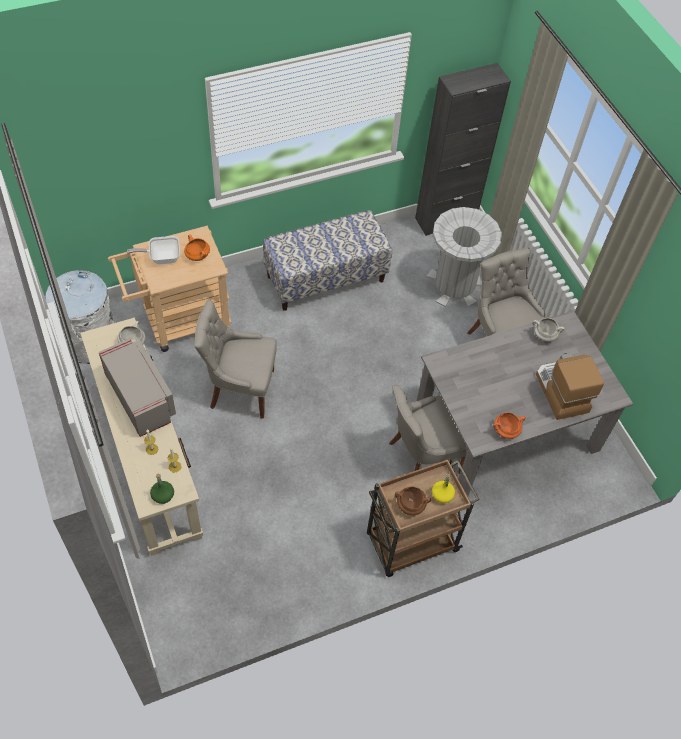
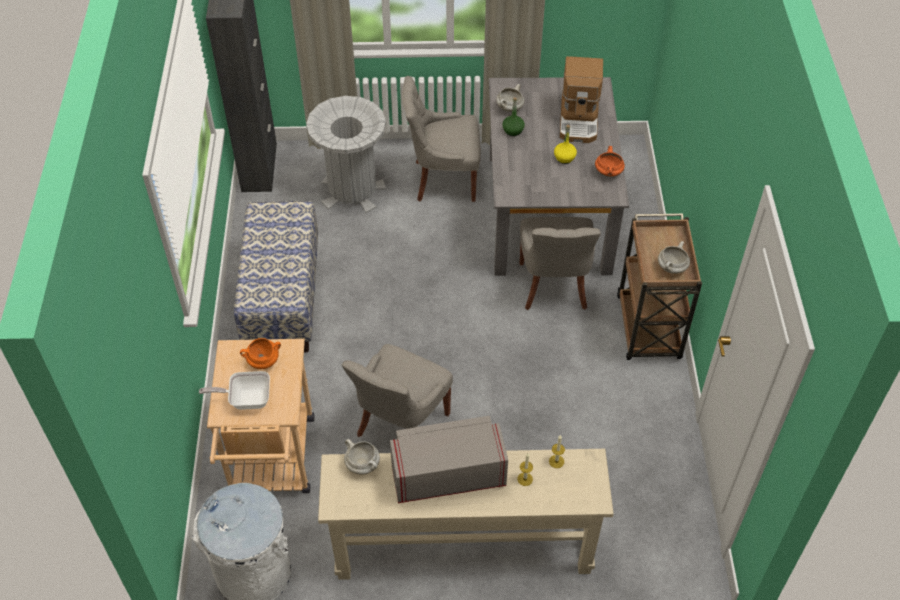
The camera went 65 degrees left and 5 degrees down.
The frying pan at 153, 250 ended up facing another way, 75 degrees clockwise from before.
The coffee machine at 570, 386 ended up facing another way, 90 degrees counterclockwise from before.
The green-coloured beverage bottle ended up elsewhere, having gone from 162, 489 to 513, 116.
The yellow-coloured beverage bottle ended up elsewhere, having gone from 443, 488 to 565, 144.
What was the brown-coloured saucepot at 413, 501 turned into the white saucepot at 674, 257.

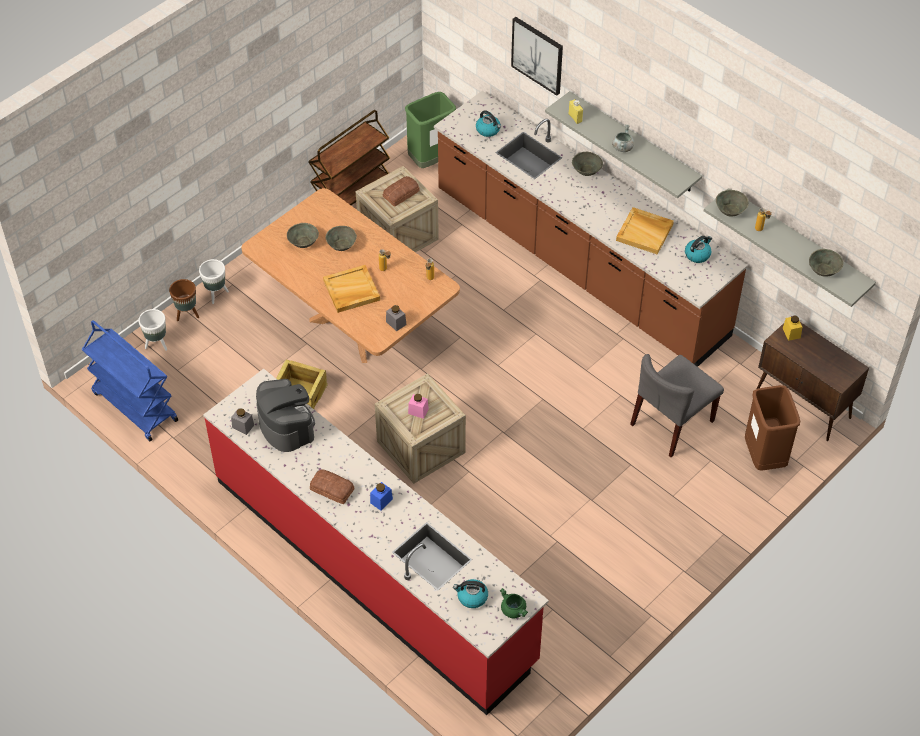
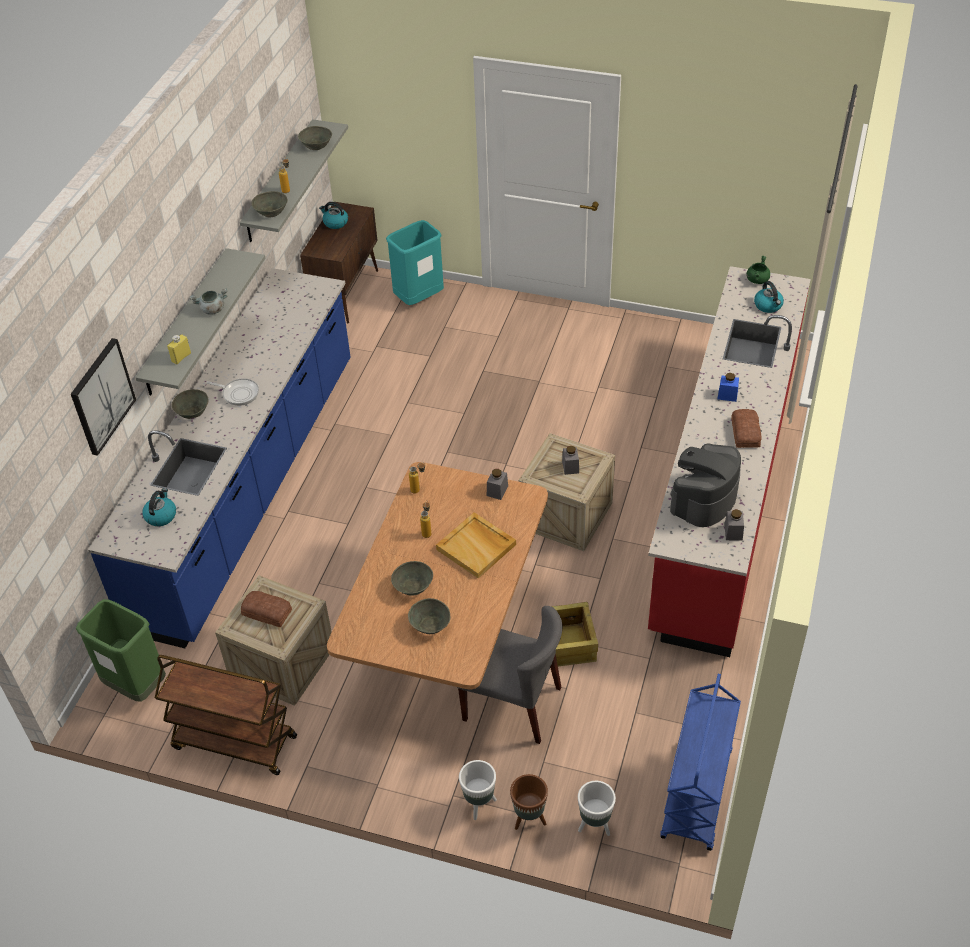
The camera went 115 degrees left and 5 degrees down.
What was the brown-coloured counter at 591, 229 turned into the blue-coloured counter at 219, 458.
The second view lost the beige-coloured carrying tray at 645, 231.
The kettle ended up elsewhere, having gone from 698, 249 to 333, 215.
The second view lost the yellow-coloured preserve jar at 792, 328.
The greyish upright chair ended up elsewhere, having gone from 677, 405 to 509, 675.
What was the brown-coloured rubbish bin at 772, 428 turned into the turquoise-coloured rubbish bin at 415, 262.
What was the pinkish preserve jar at 418, 406 turned into the greyish preserve jar at 570, 460.
The second view gained the frying pan at 232, 392.

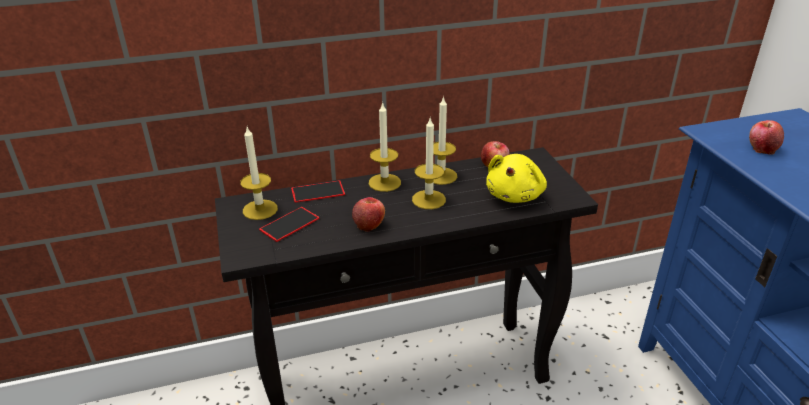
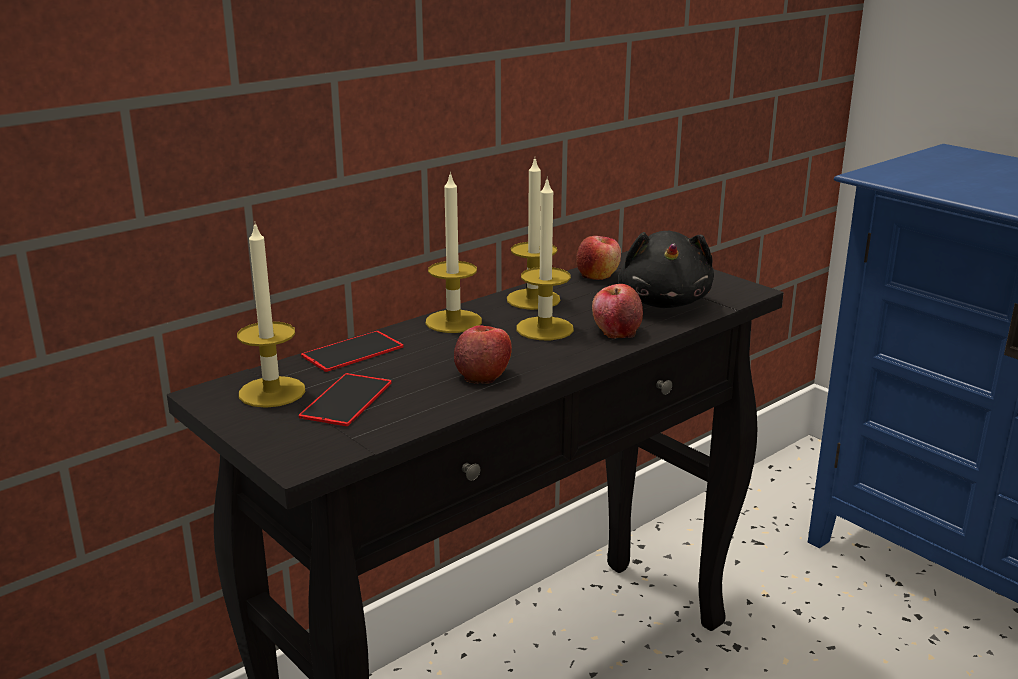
The camera went 25 degrees left and 10 degrees down.
The whole apple ended up elsewhere, having gone from 766, 137 to 617, 311.
What was the yellow-coloured cuddly toy at 516, 178 turned into the blackish cuddly toy at 666, 269.

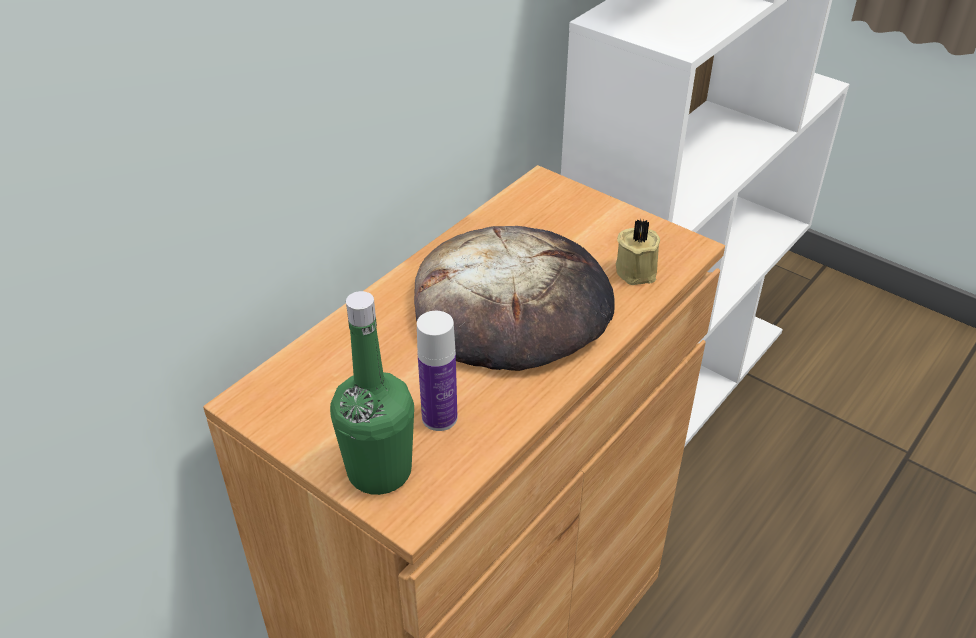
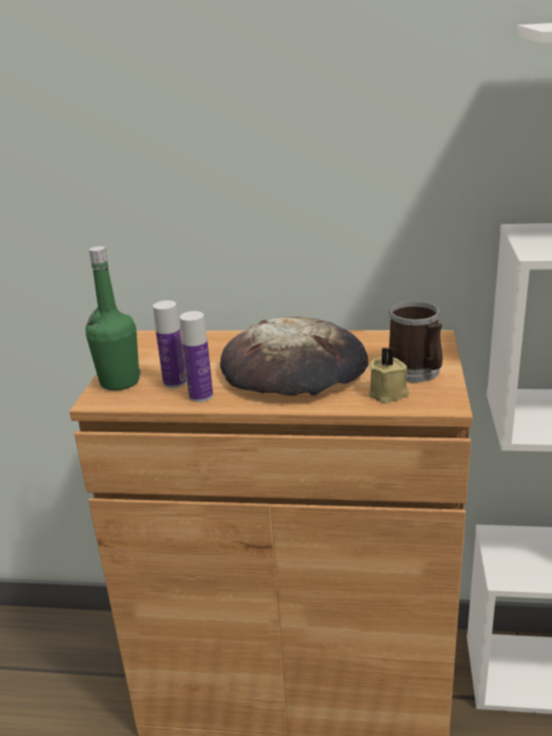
The camera went 60 degrees right and 15 degrees down.
The second view gained the mug at 416, 342.
The second view gained the beverage bottle at 196, 356.

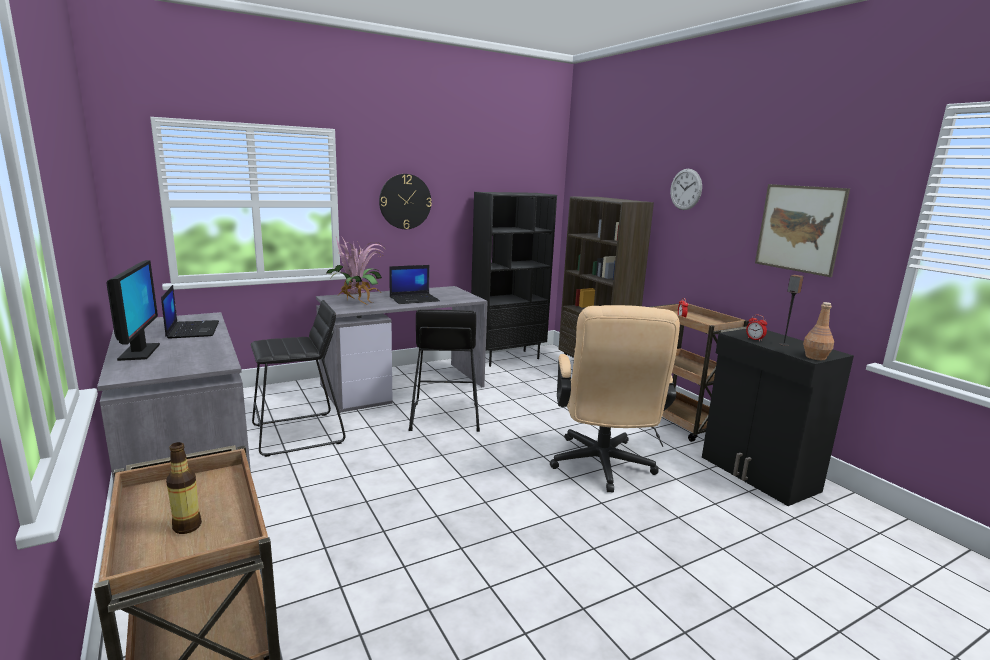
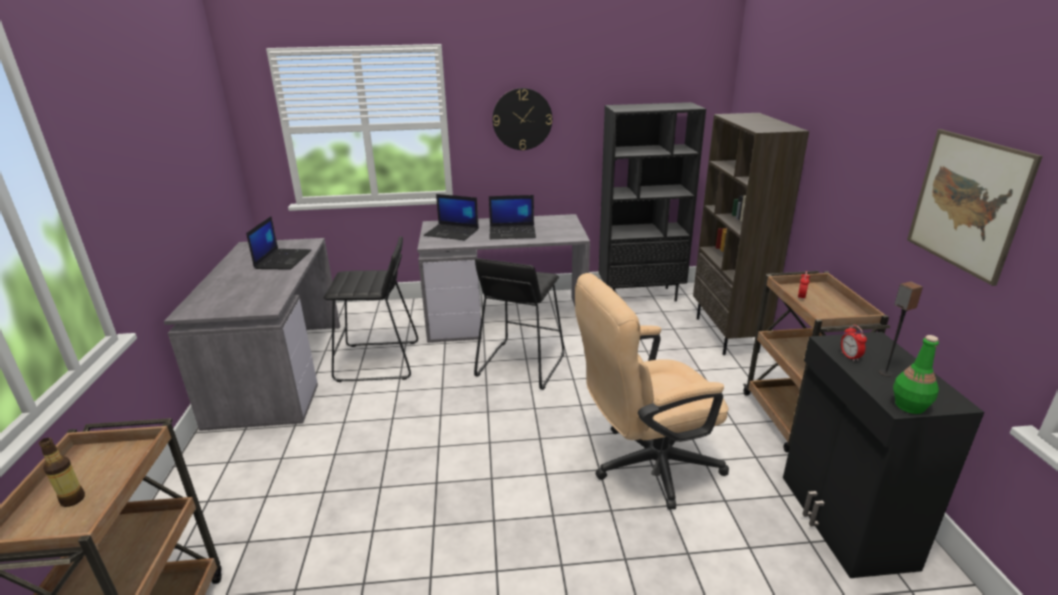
The camera went 25 degrees right and 10 degrees up.
The second view lost the wall clock at 686, 189.
Where the potted plant stood at 356, 272, the laptop came to stand at 451, 217.
The second view lost the computer screen at 133, 310.
What was the brown-coloured beverage bottle at 818, 331 turned into the green-coloured beverage bottle at 916, 374.
The beige-coloured office chair at 615, 399 ended up facing another way, 45 degrees clockwise from before.

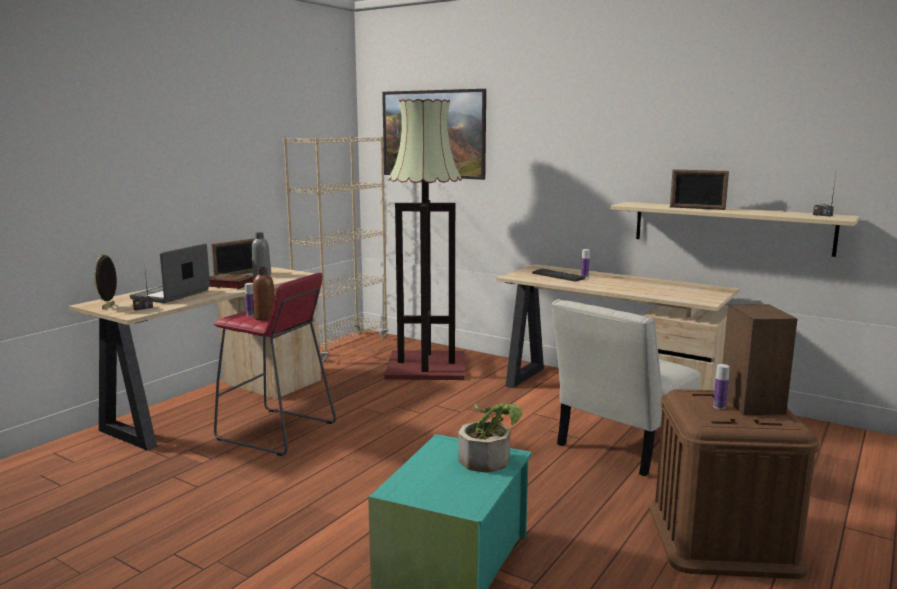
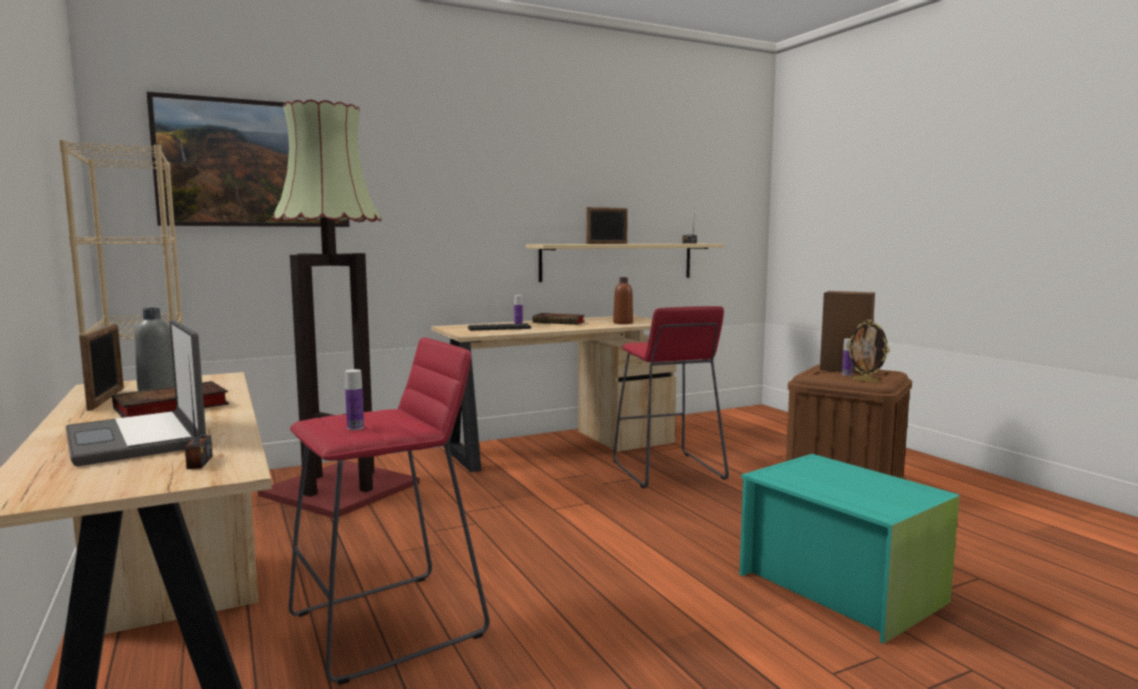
The camera went 60 degrees left and 5 degrees down.
The picture frame ended up elsewhere, having gone from 105, 281 to 868, 351.
The brown-coloured beverage bottle ended up elsewhere, having gone from 264, 294 to 623, 300.
Where the white upright chair stood at 626, 387, the red-coloured sitting stool came to stand at 671, 397.
The second view lost the potted plant at 490, 438.
The second view gained the volume at 559, 319.

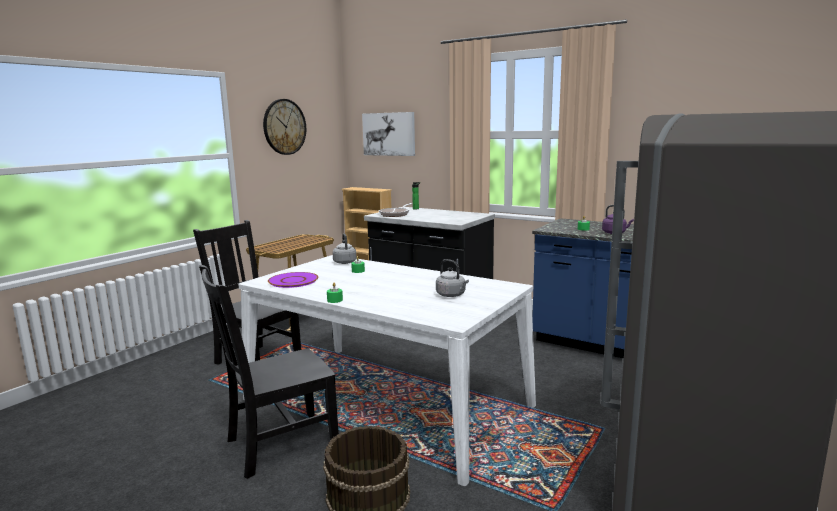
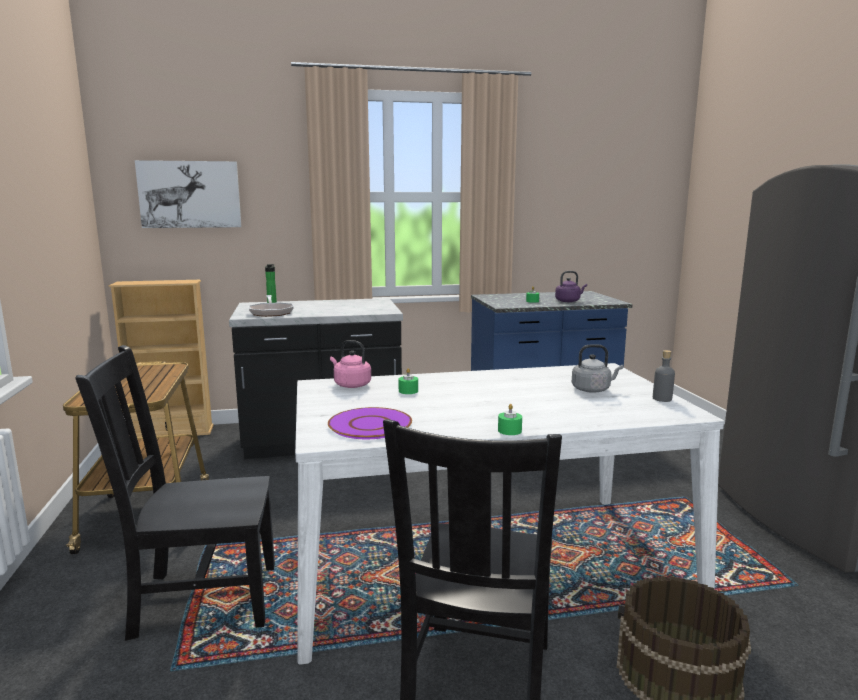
The camera went 45 degrees left and 0 degrees up.
The second view lost the wall clock at 284, 127.
What was the greyish kettle at 344, 248 turned into the pinkish kettle at 350, 364.
The second view gained the greyish beverage bottle at 664, 376.

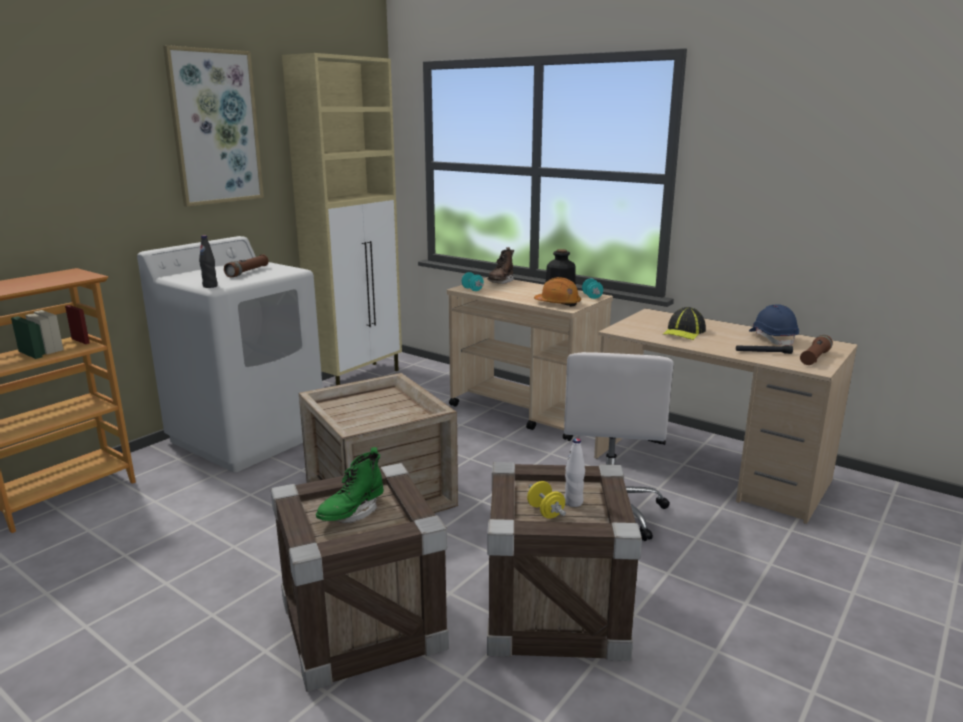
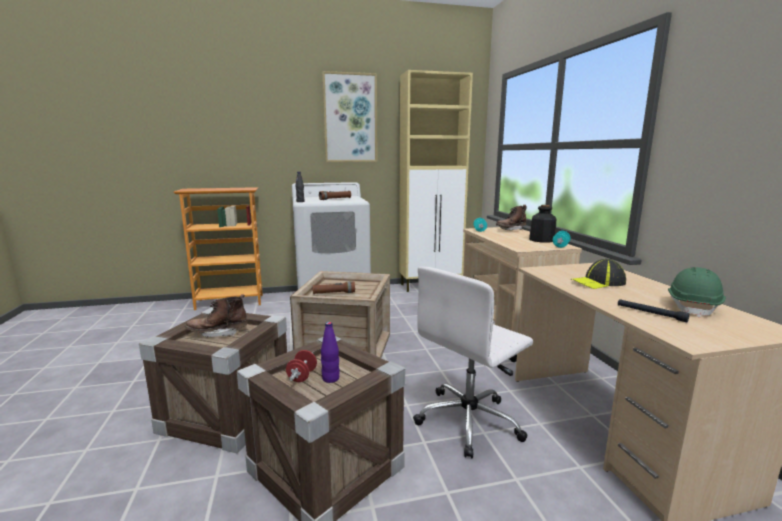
The camera went 40 degrees right and 5 degrees down.
The second view lost the orangey hard hat at 557, 292.
What was the blue-coloured hard hat at 774, 325 turned into the green-coloured hard hat at 697, 292.
The brown-coloured flashlight ended up elsewhere, having gone from 816, 350 to 334, 287.
What was the white beverage bottle at 574, 472 turned into the purple-coloured beverage bottle at 330, 352.
What was the green-coloured tall boot at 350, 485 turned into the brown-coloured tall boot at 216, 315.
What was the yellow-coloured hand weight at 546, 500 turned into the red-coloured hand weight at 301, 366.

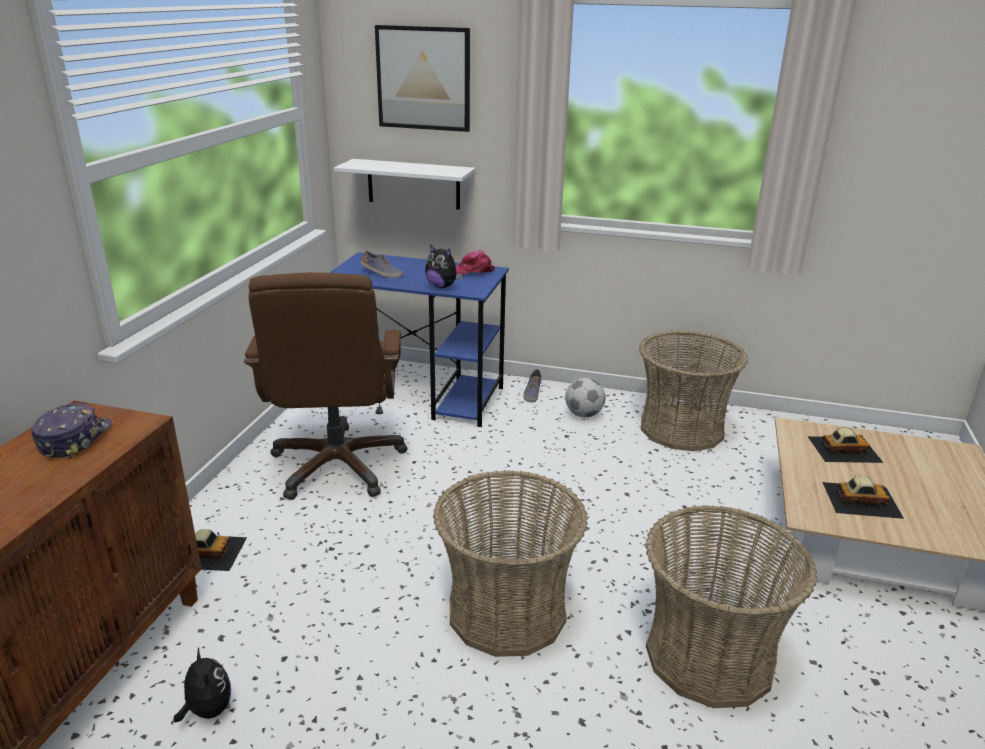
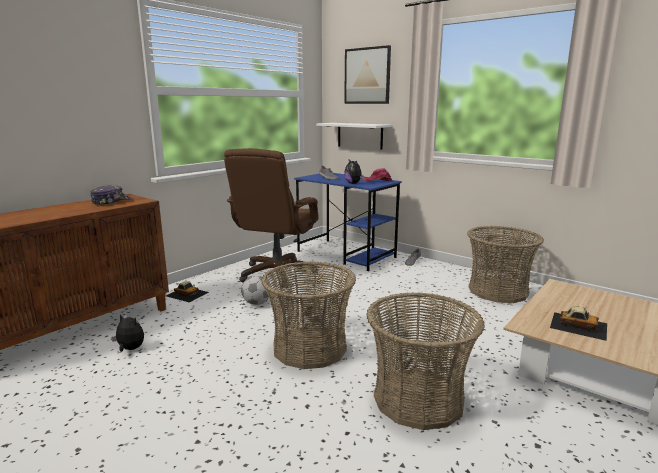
The camera went 25 degrees right and 10 degrees down.
The ball for football ended up elsewhere, having gone from 585, 397 to 256, 290.
The second view lost the model car at 845, 445.
The cuddly toy at 202, 684 ended up facing another way, 60 degrees counterclockwise from before.

